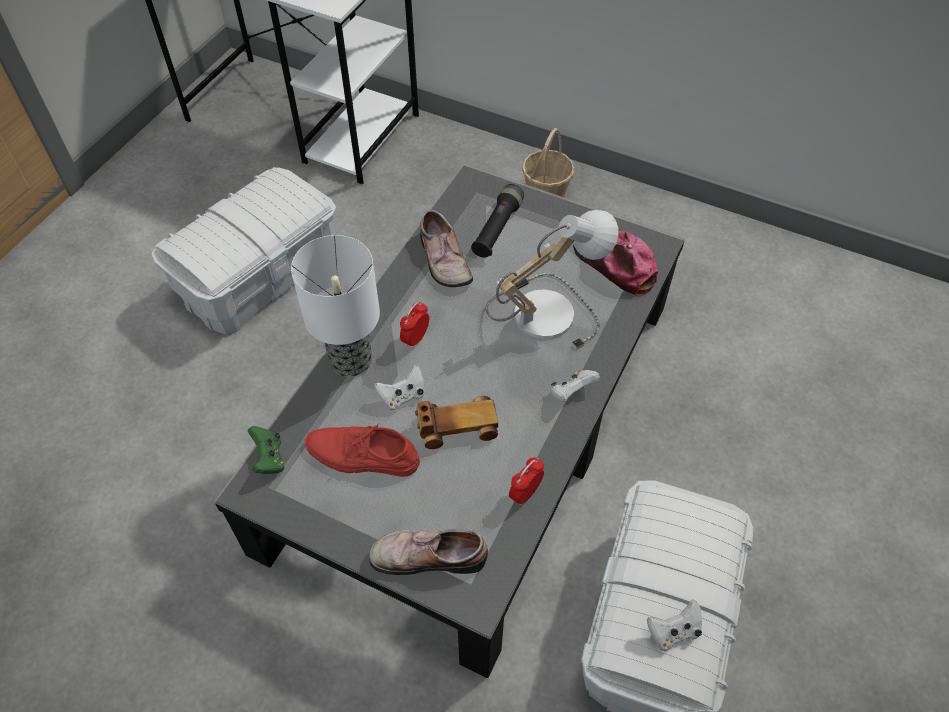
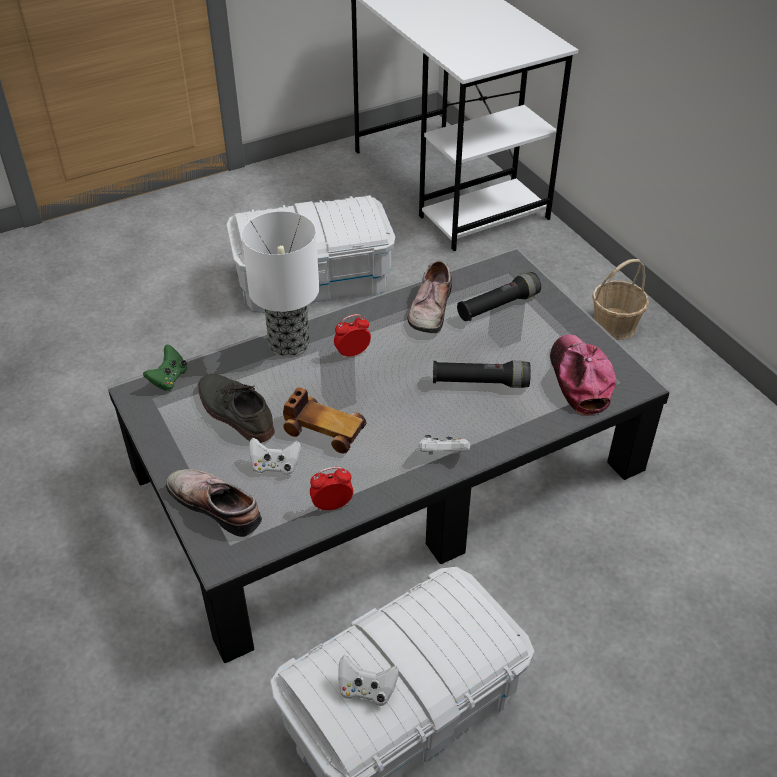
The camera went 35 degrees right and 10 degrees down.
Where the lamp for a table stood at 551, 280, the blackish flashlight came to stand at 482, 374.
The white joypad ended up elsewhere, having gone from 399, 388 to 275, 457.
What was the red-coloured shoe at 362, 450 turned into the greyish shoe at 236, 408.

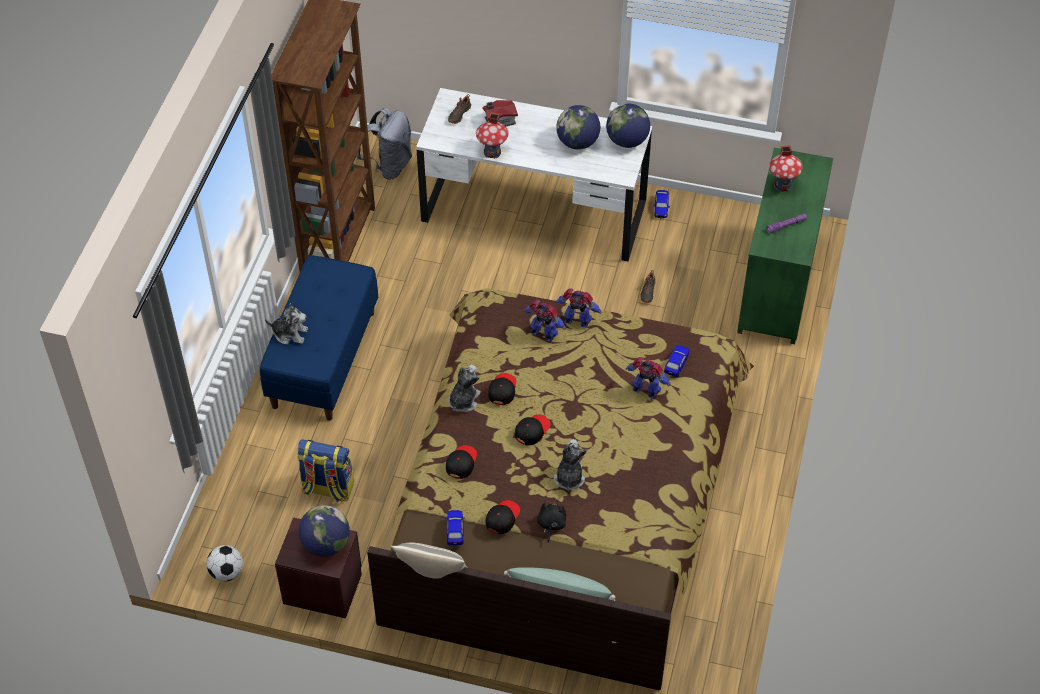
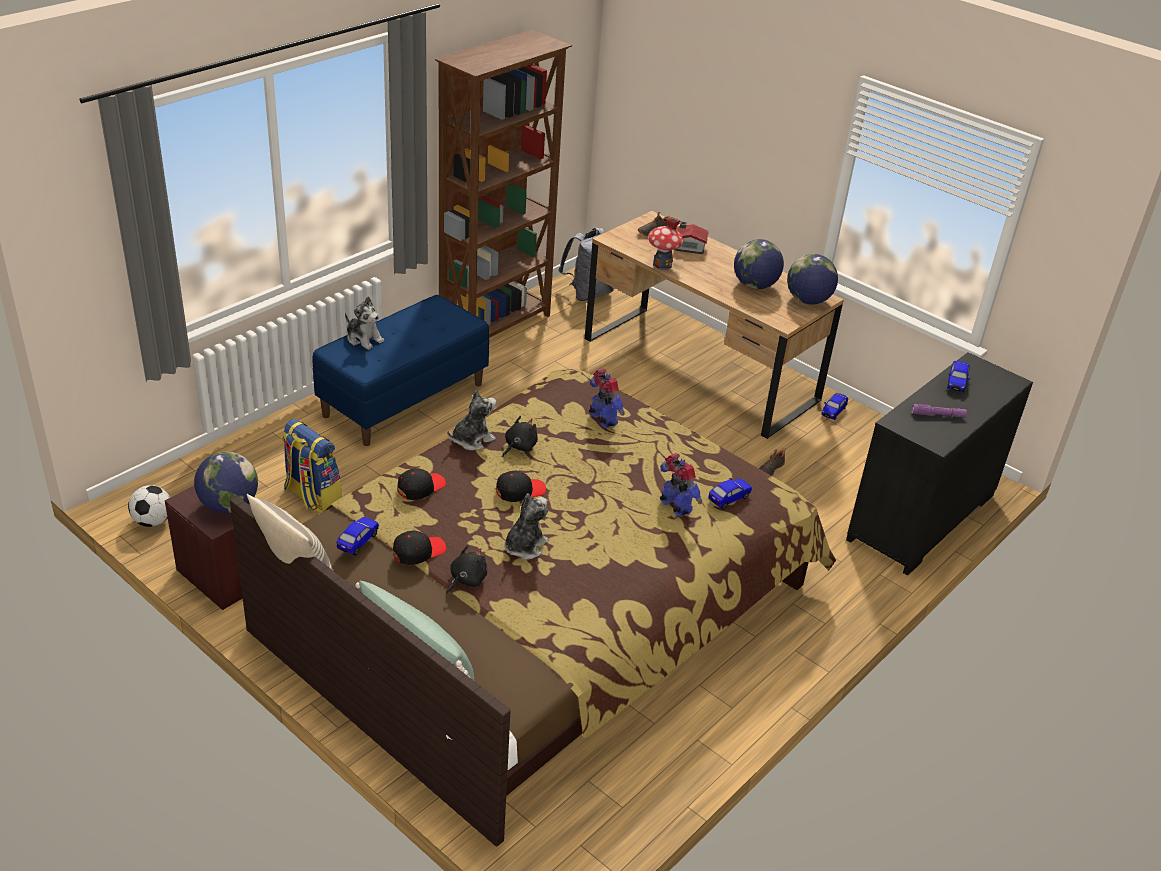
The camera went 25 degrees right and 15 degrees down.
What was the white desk table at 534, 175 turned into the brown-coloured desk table at 714, 325.
Where the model house stood at 786, 168, the model car came to stand at 958, 376.
What was the green-coloured chest of drawers at 785, 246 turned into the blackish chest of drawers at 939, 464.
The second view lost the robot figure at 578, 308.
Where the blackish cap stood at 502, 389, the blackish cuddly toy came to stand at 520, 436.

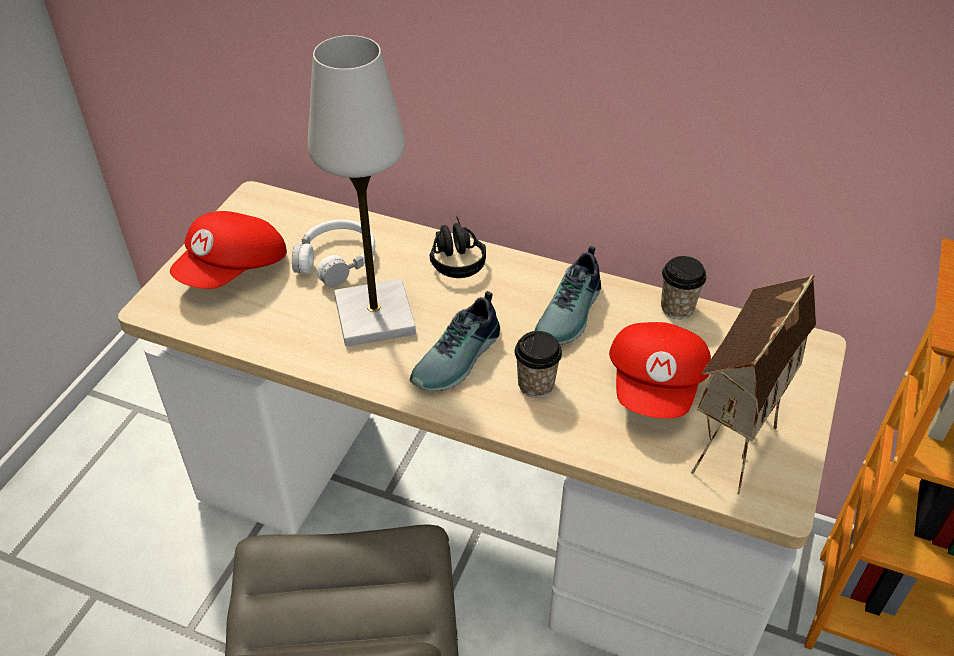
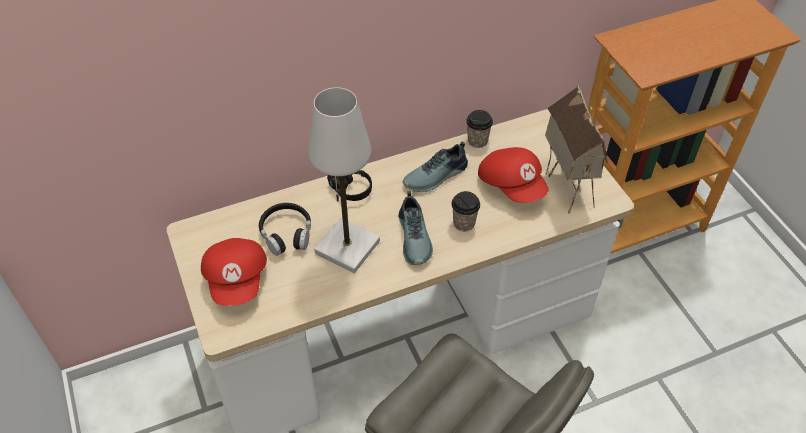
The camera went 45 degrees left and 5 degrees up.
What was the white headphones at 333, 253 turned into the blackish headphones at 285, 229.
The shoe at 567, 295 ended up facing another way, 75 degrees clockwise from before.

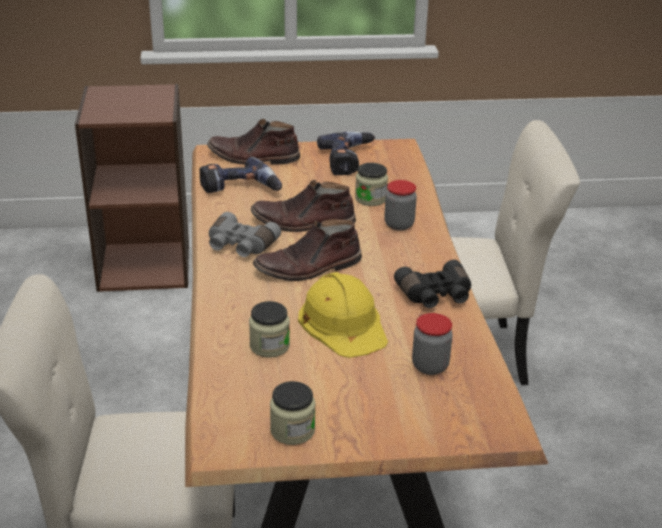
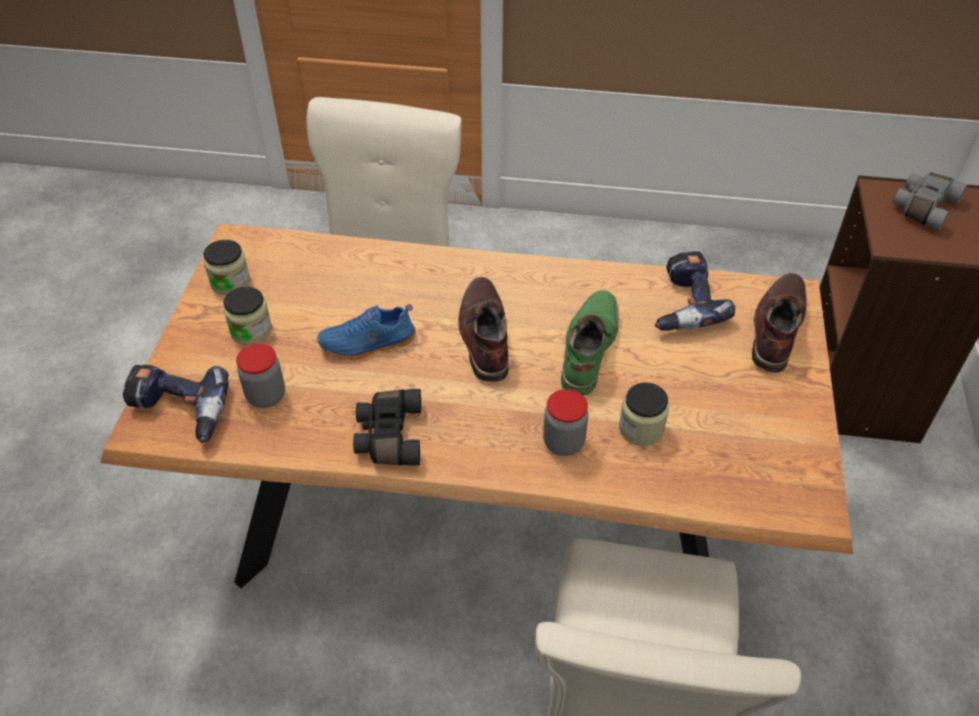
The camera went 105 degrees right and 15 degrees up.
The electric drill ended up elsewhere, having gone from 346, 153 to 176, 404.
What was the brown-coloured tall boot at 303, 206 turned into the green-coloured tall boot at 590, 343.
The greyish pair of binoculars ended up elsewhere, having gone from 245, 234 to 930, 201.
Where the yellow-coloured hard hat stood at 343, 315, the blue-coloured shoe came to stand at 366, 332.
The preserve jar ended up elsewhere, having gone from 269, 329 to 247, 316.

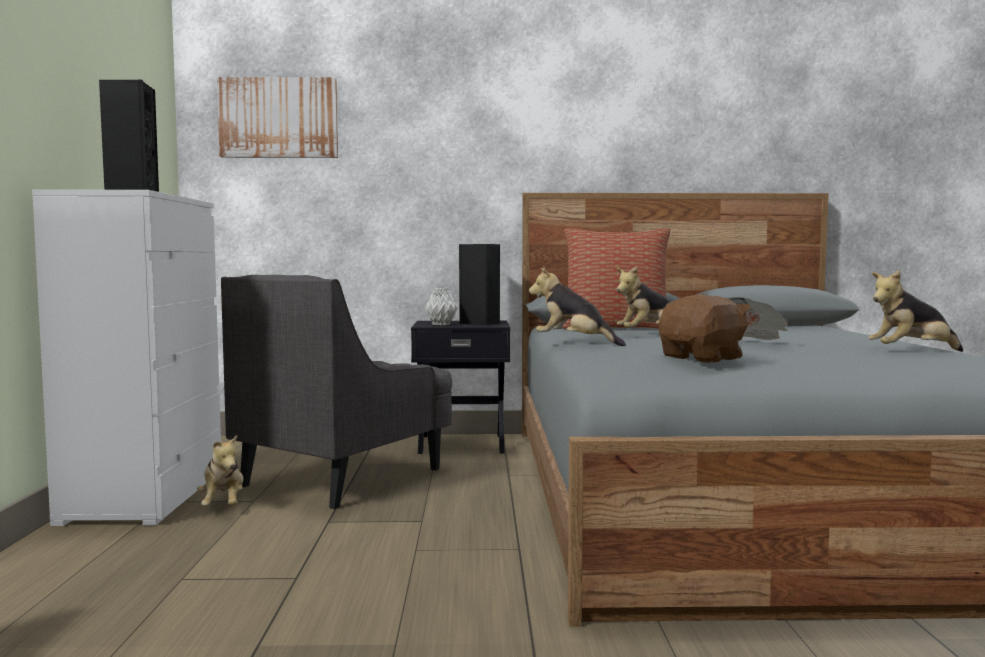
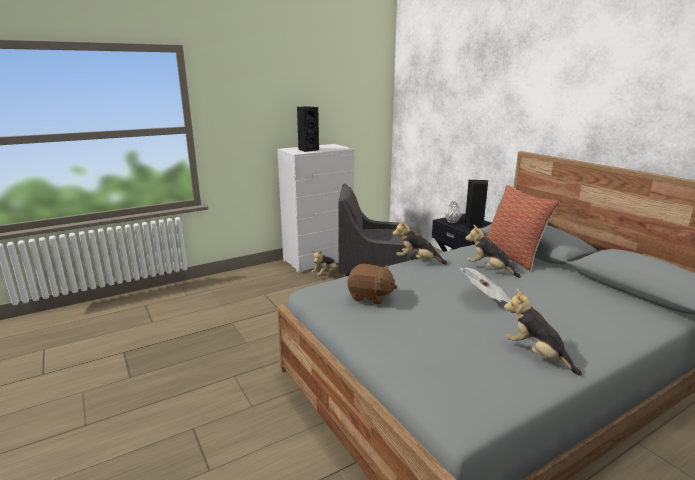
The camera went 60 degrees right and 15 degrees up.
The second view lost the wall art at 277, 117.
The cuddly toy at 577, 306 ended up facing another way, 75 degrees counterclockwise from before.

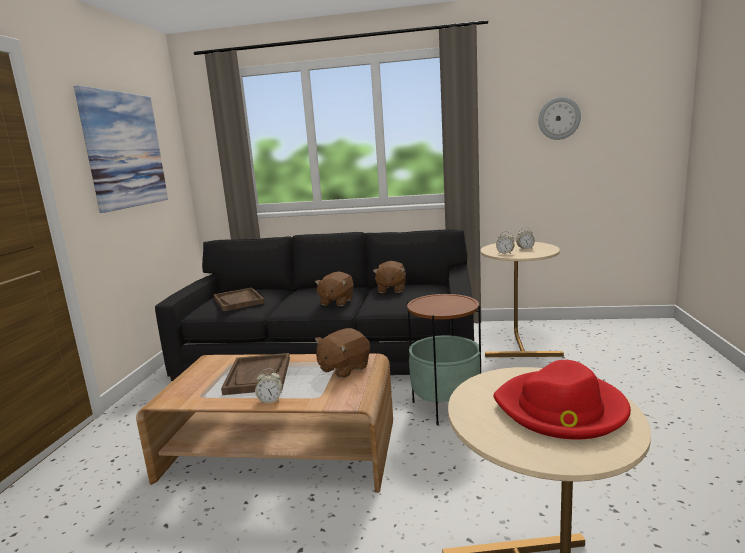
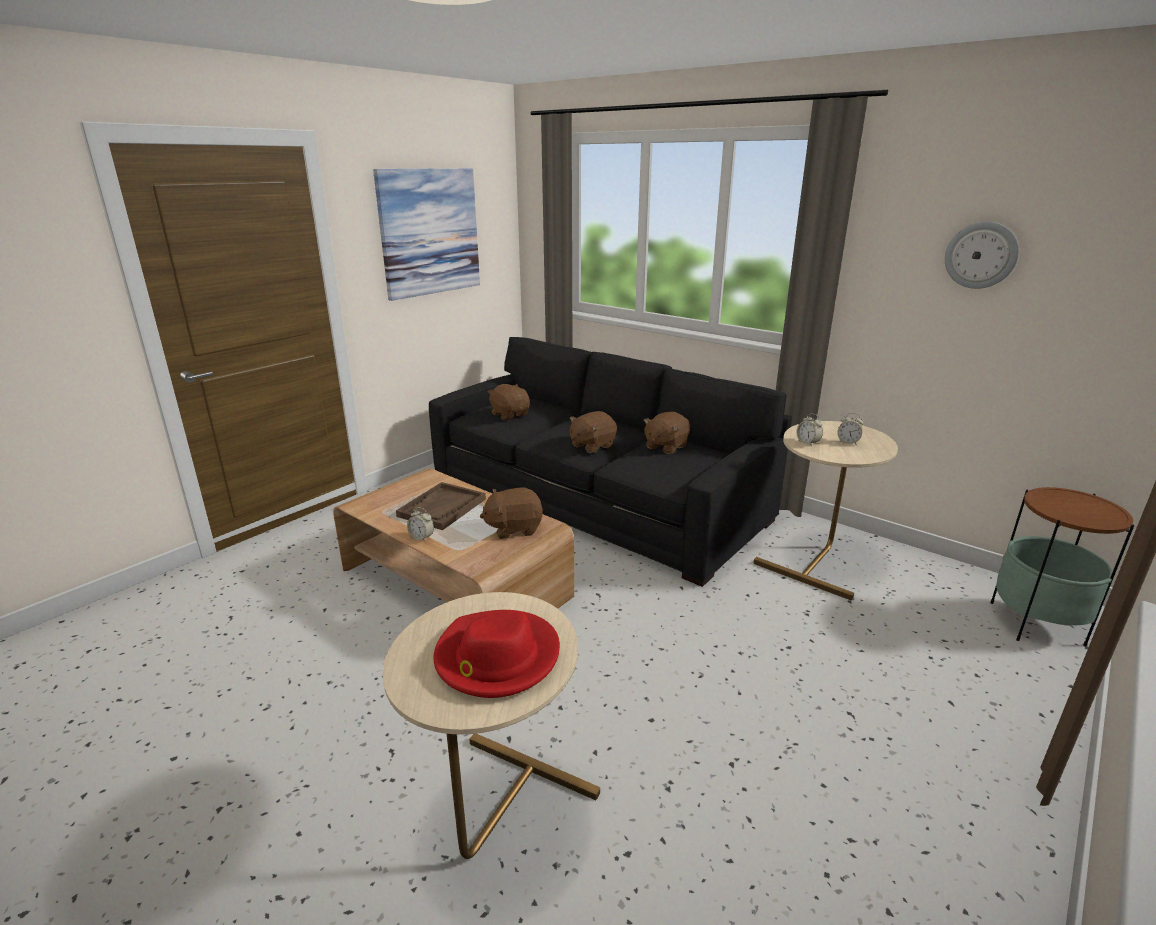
The camera went 30 degrees right and 10 degrees up.
Where the brown-coloured carrying tray stood at 239, 300, the brown-coloured cuddly toy came to stand at 508, 402.
The side table ended up elsewhere, having gone from 444, 359 to 1062, 567.

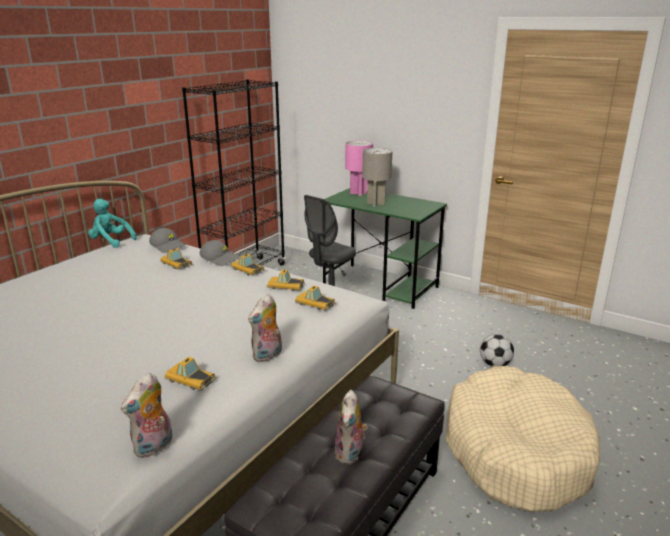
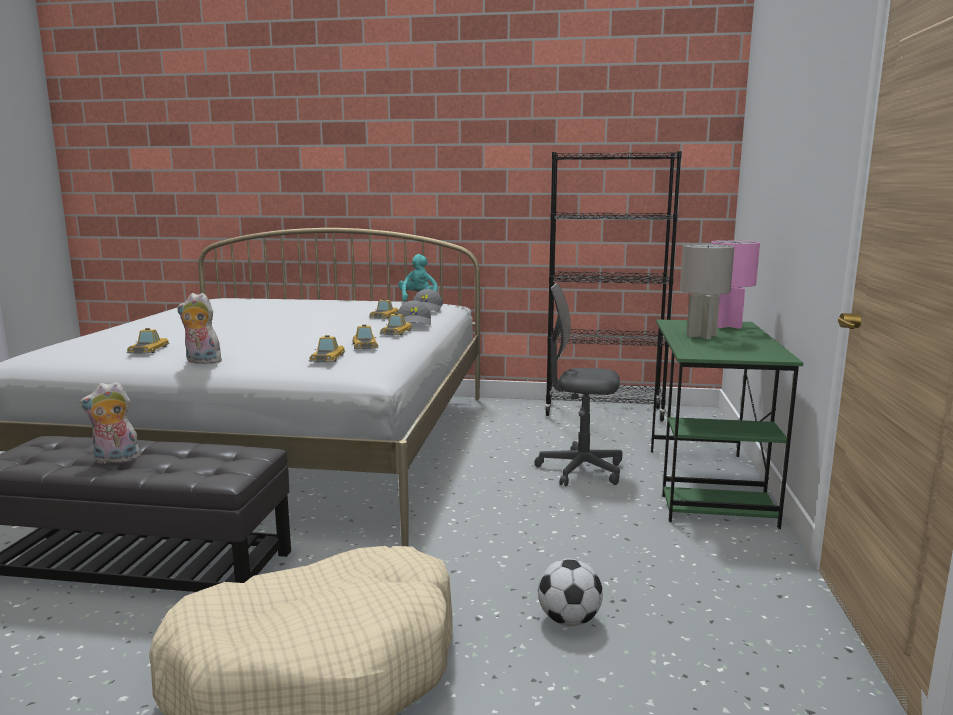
The camera went 65 degrees right and 10 degrees down.
The second view lost the cuddly toy at 147, 415.

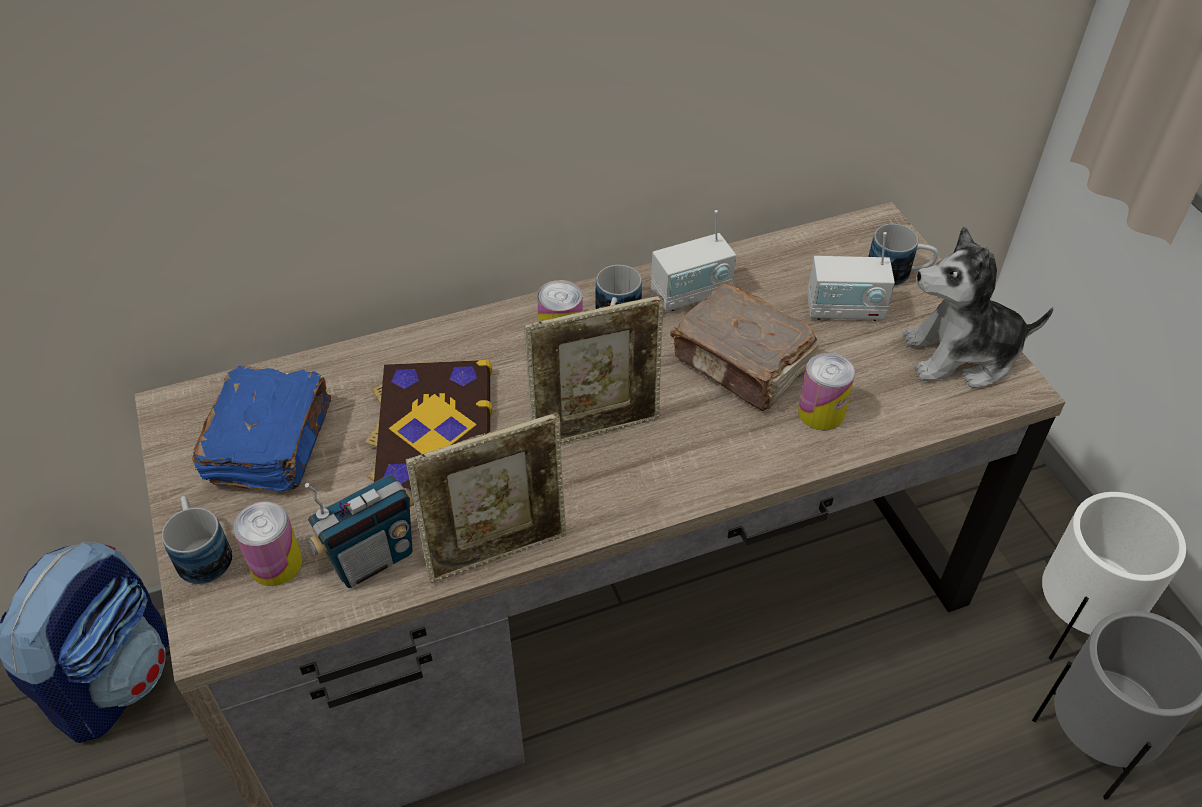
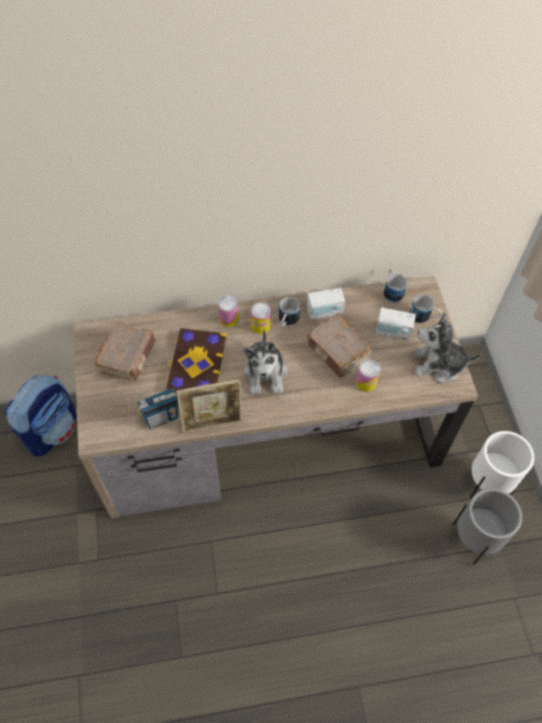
The camera went 10 degrees right and 10 degrees up.
Where the picture frame stood at 594, 369, the cuddly toy came to stand at 265, 362.
What was the blue-coloured volume at 261, 429 turned into the brown-coloured volume at 125, 351.
The mug ended up elsewhere, having gone from 197, 540 to 395, 285.
The metal can ended up elsewhere, having gone from 268, 544 to 228, 311.

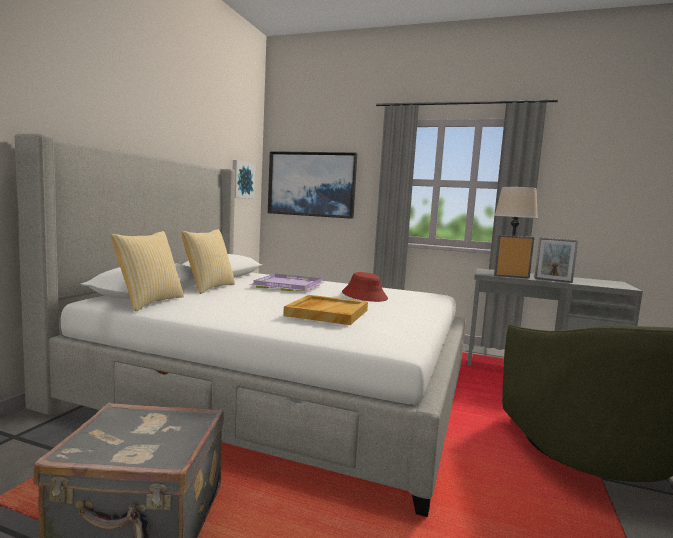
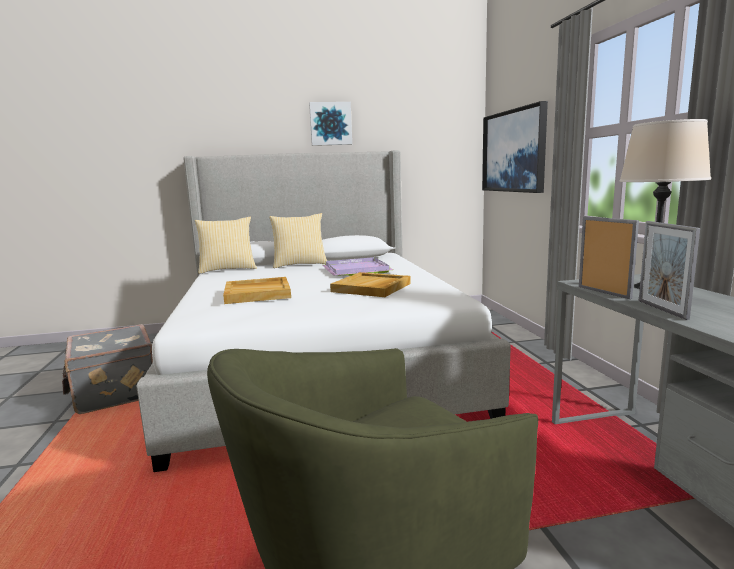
The camera went 60 degrees right and 5 degrees up.
The wall art ended up elsewhere, having gone from 244, 179 to 330, 124.
Where the red-coloured wearable hat stood at 365, 287, the beige-coloured carrying tray came to stand at 370, 284.

